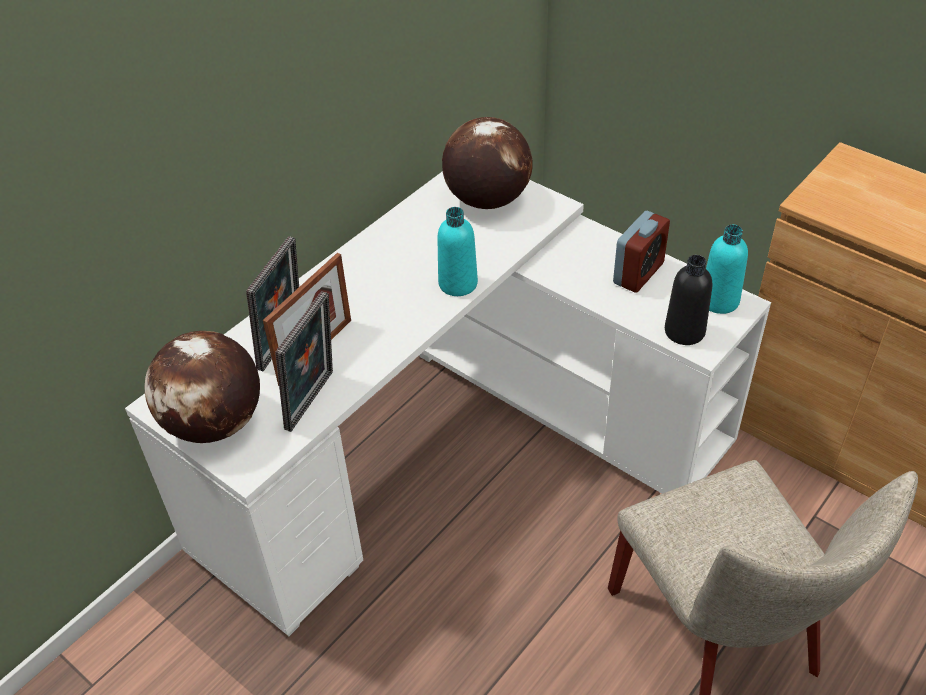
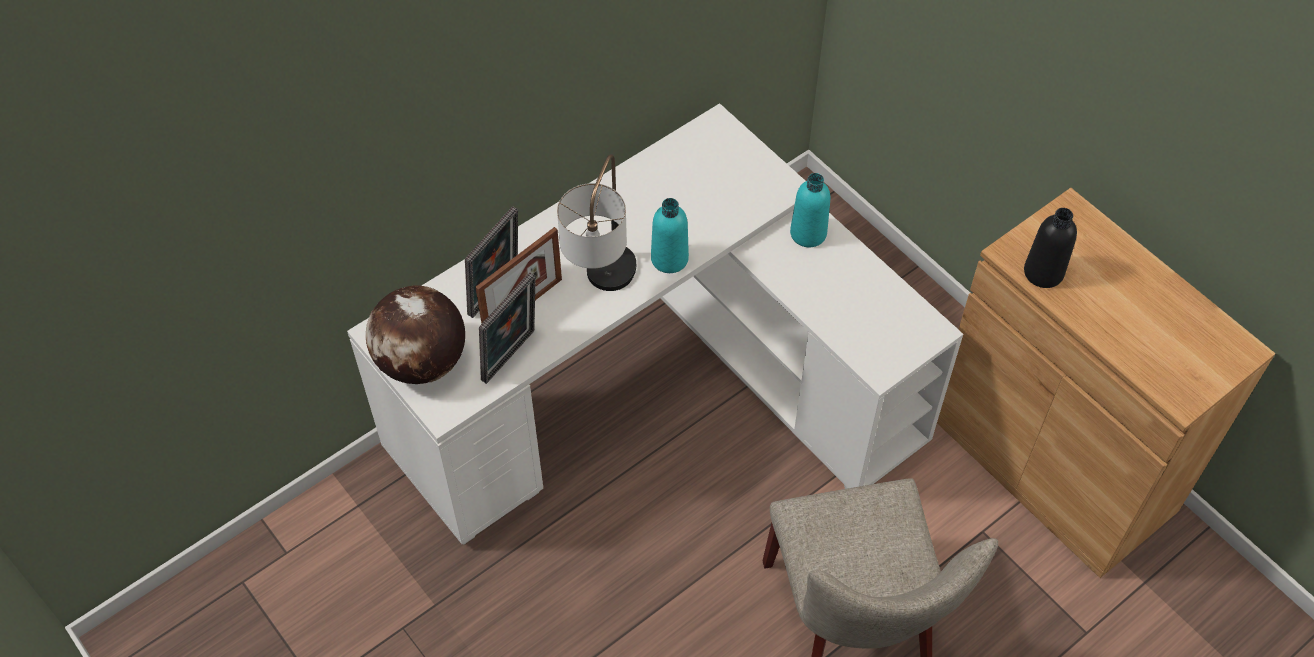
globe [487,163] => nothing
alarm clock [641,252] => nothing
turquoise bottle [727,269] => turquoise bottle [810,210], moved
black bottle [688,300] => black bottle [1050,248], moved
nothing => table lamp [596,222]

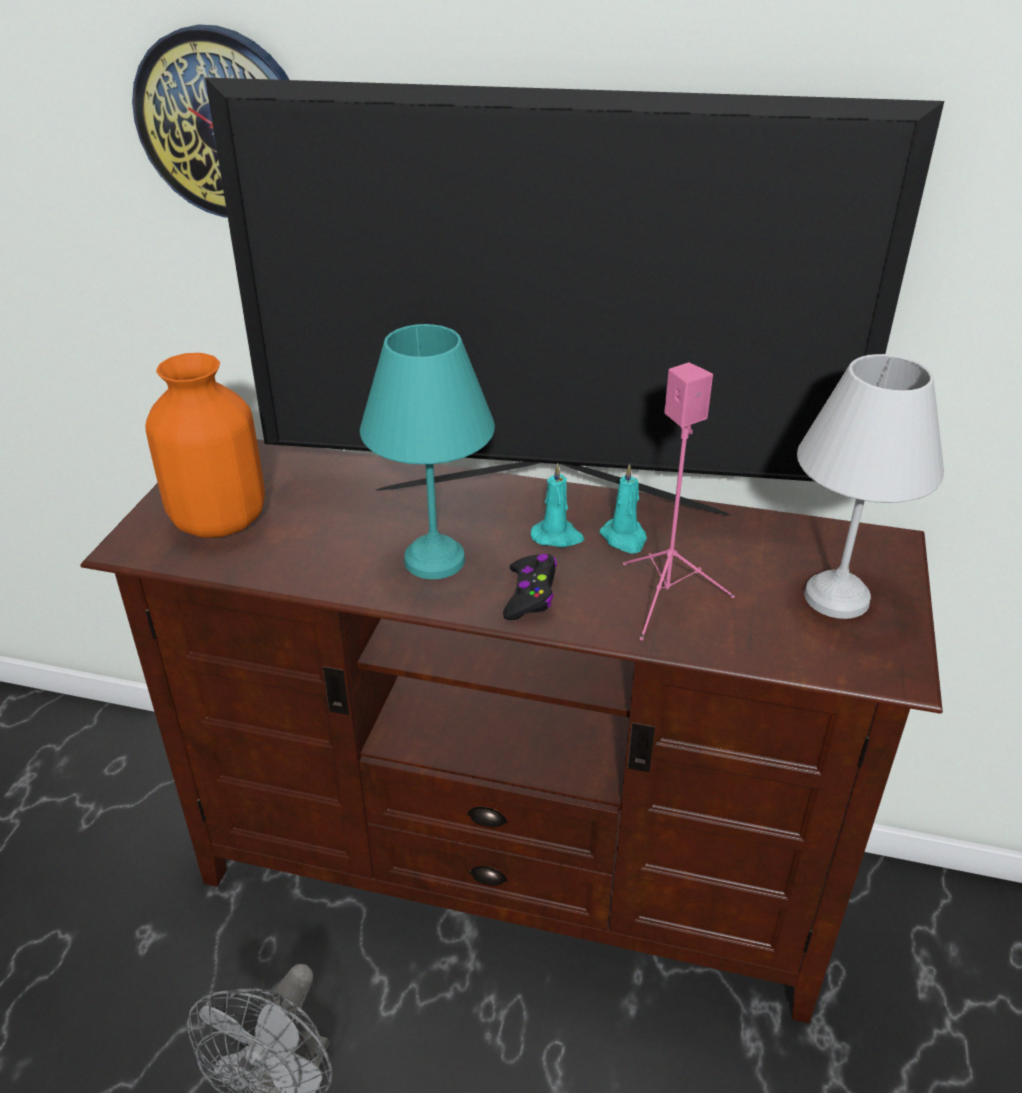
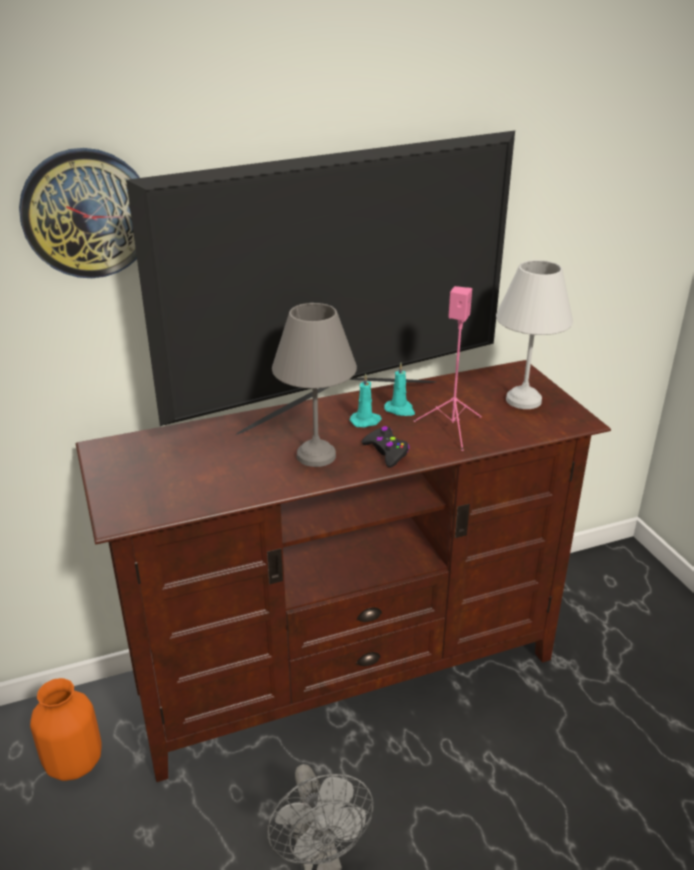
turquoise table lamp [427,451] => grey table lamp [314,385]
orange vase [205,445] => orange vase [66,729], moved

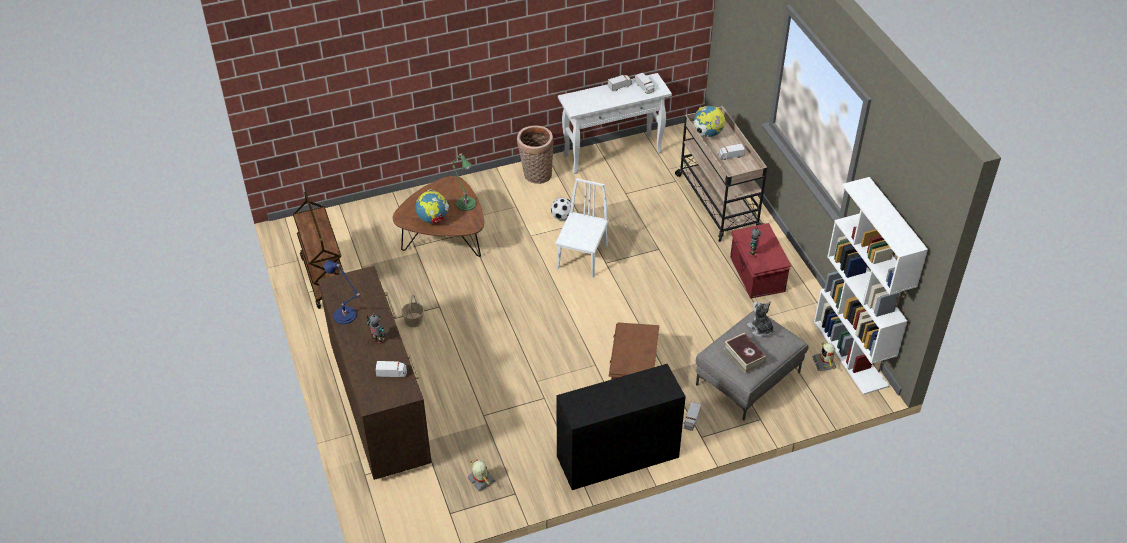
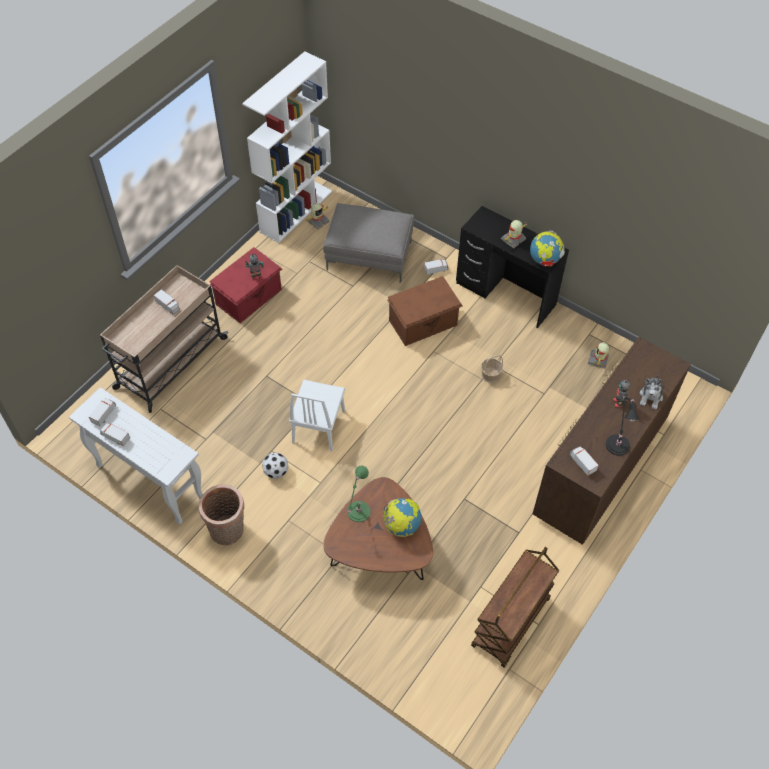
globe [709,121] => globe [547,249], moved
white chair [582,227] => white chair [317,415], 60 degrees counterclockwise
blue table lamp [342,292] => black table lamp [622,426]
basket [412,311] => basket [492,369], moved
plush toy [761,319] => plush toy [651,392], moved
book [745,353] => nothing
toy truck [391,369] => toy truck [584,461], moved
nothing => toy robot [514,234]

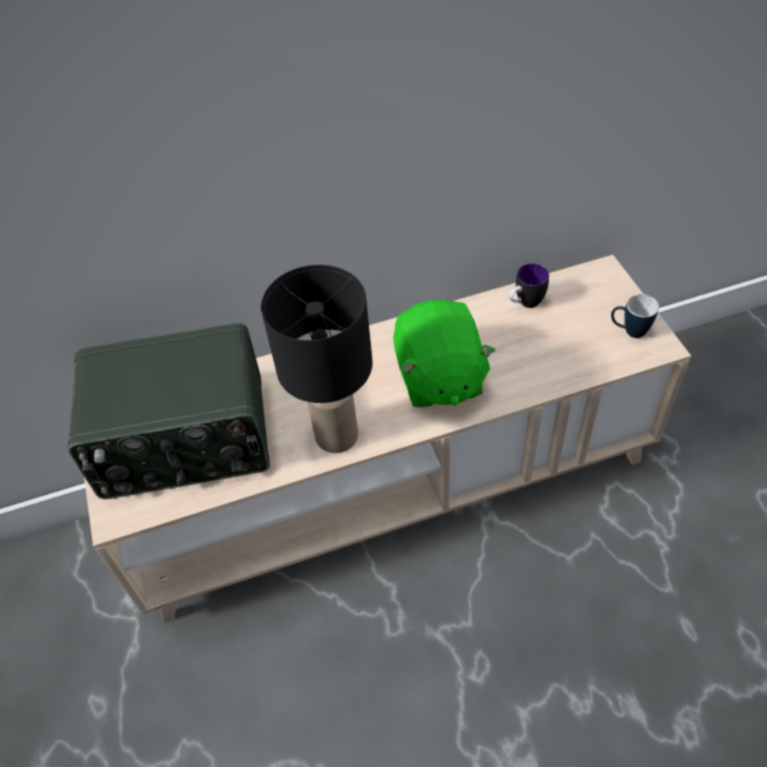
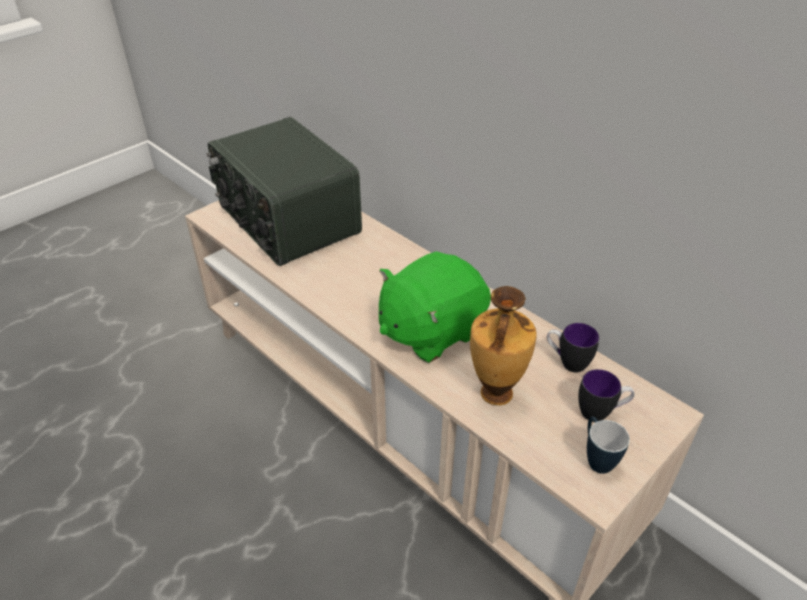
black table lamp [317,359] => nothing
nothing => vase [503,345]
nothing => mug [606,395]

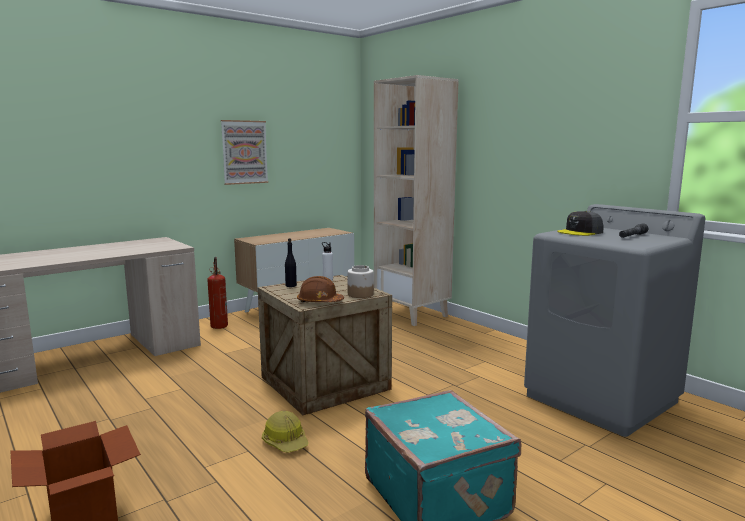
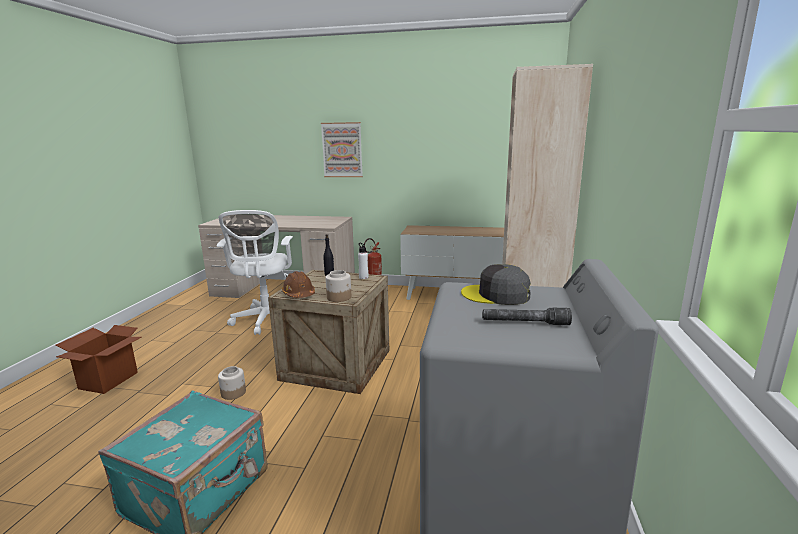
picture [244,152] => picture [342,149], moved
hard hat [285,431] => jar [232,383]
nothing => white office chair [255,272]

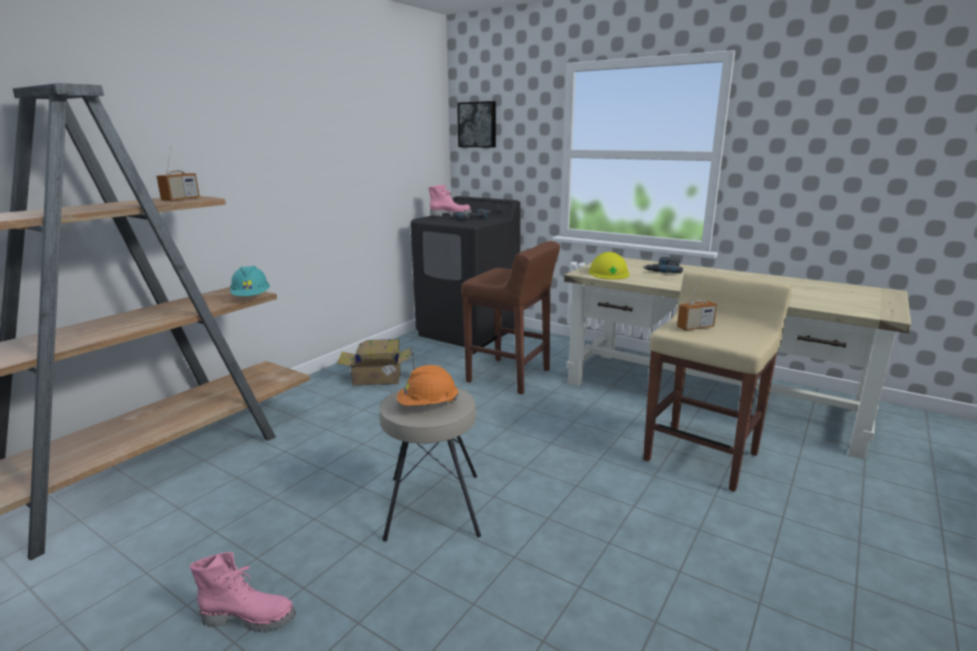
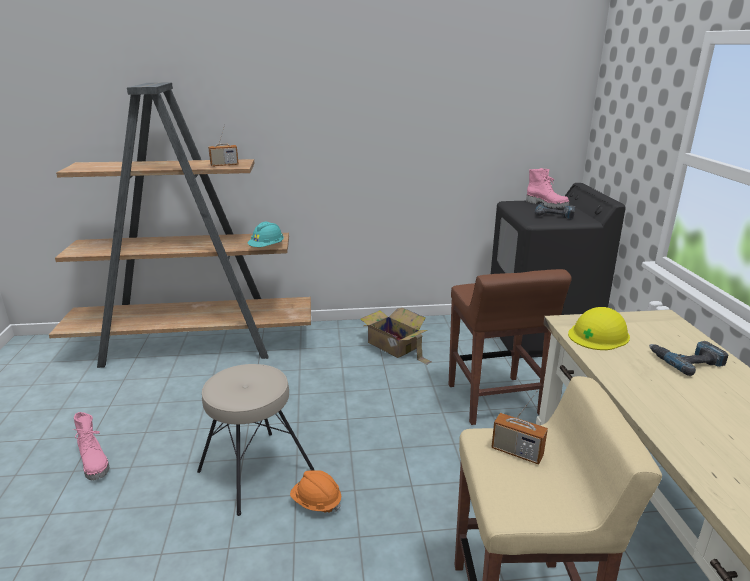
picture [476,124] => nothing
orange hard hat [428,385] => orange hard hat [315,491], moved

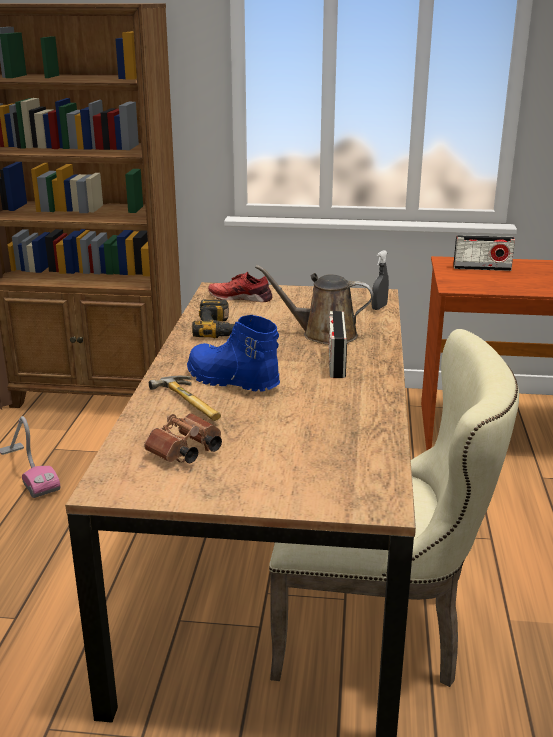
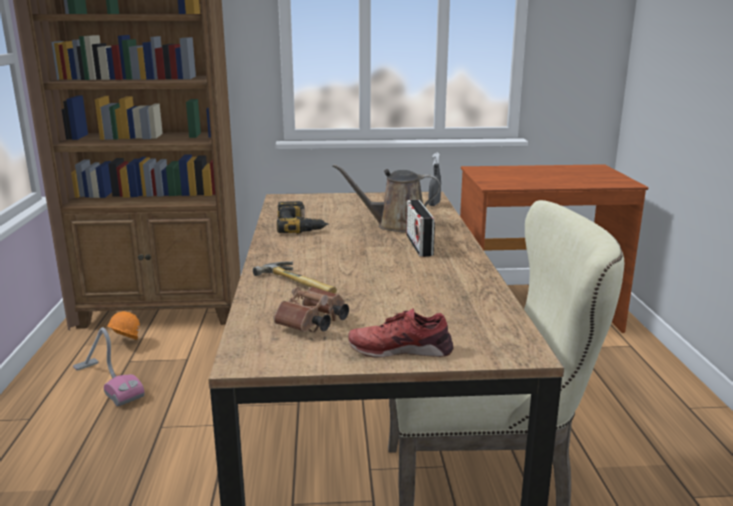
radio [484,253] => nothing
red shoe [240,287] => red shoe [400,333], moved
blue boot [233,353] => nothing
nothing => orange hard hat [123,325]

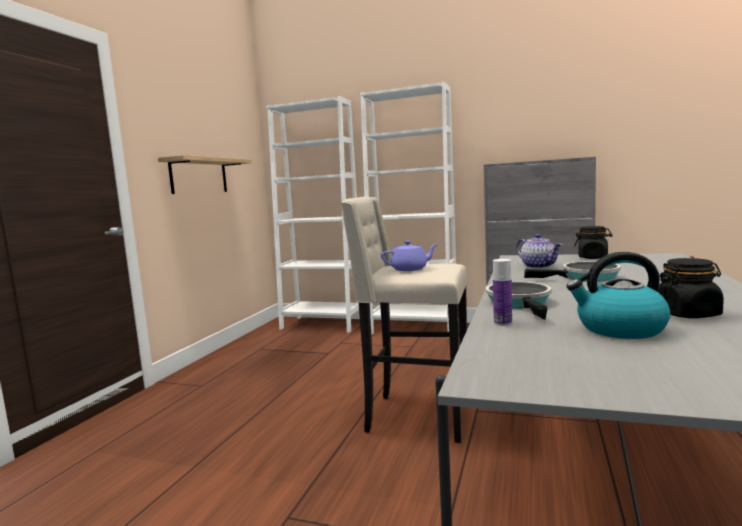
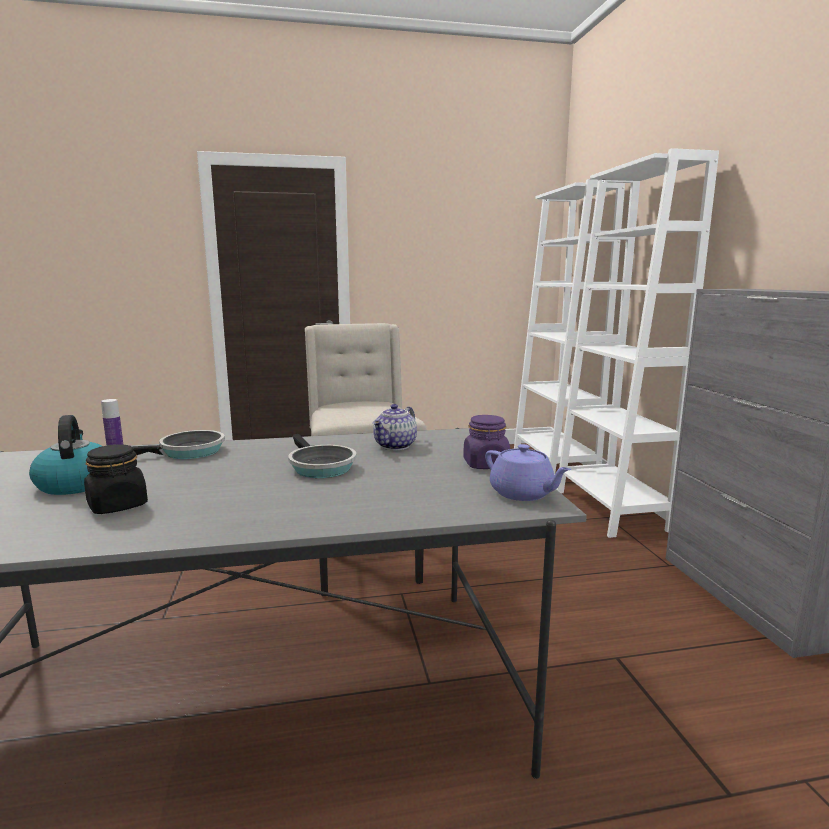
shelf [205,174] => nothing
black jar [593,242] => purple jar [486,442]
purple teapot [409,256] => purple teapot [528,472], moved

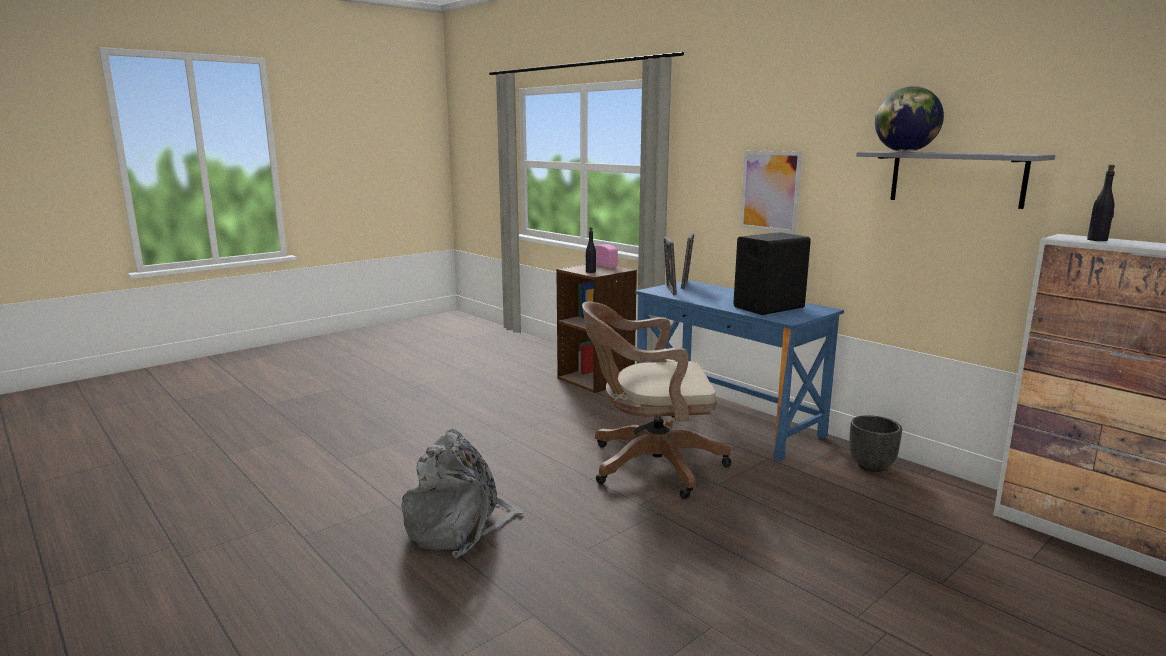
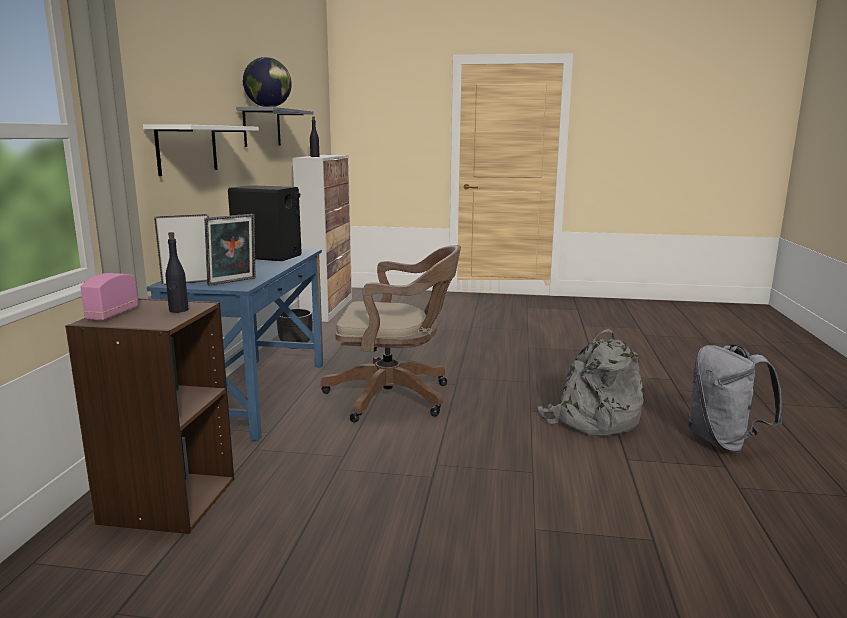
picture [771,192] => white shelf [201,150]
brown office chair [657,400] => brown office chair [391,333], 45 degrees counterclockwise
nothing => grey backpack [735,399]

